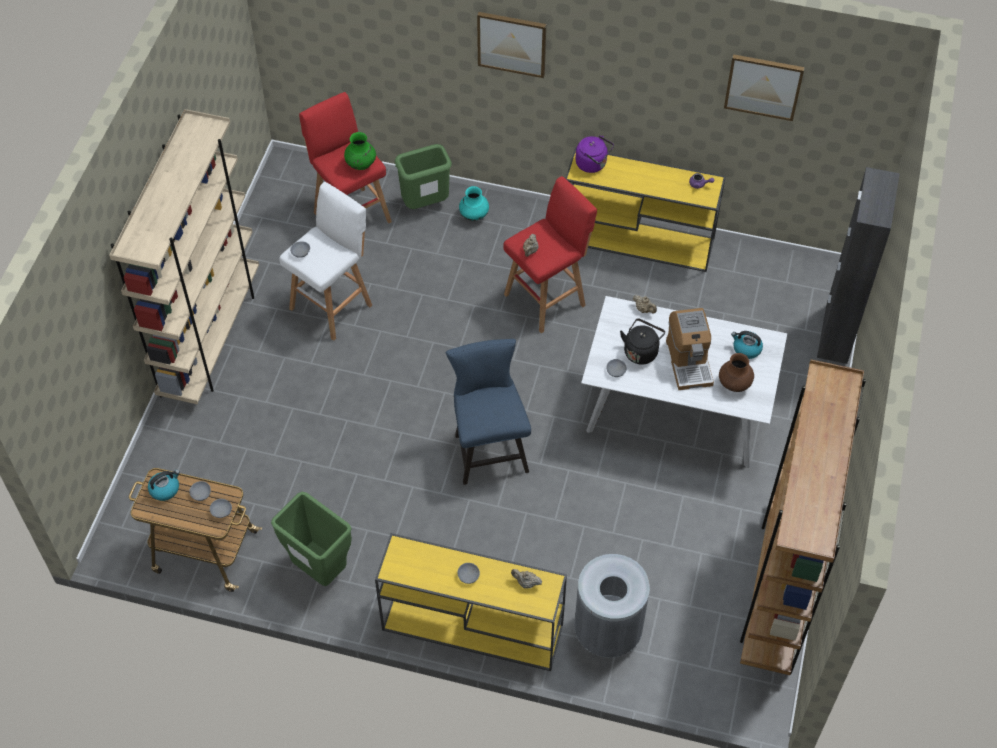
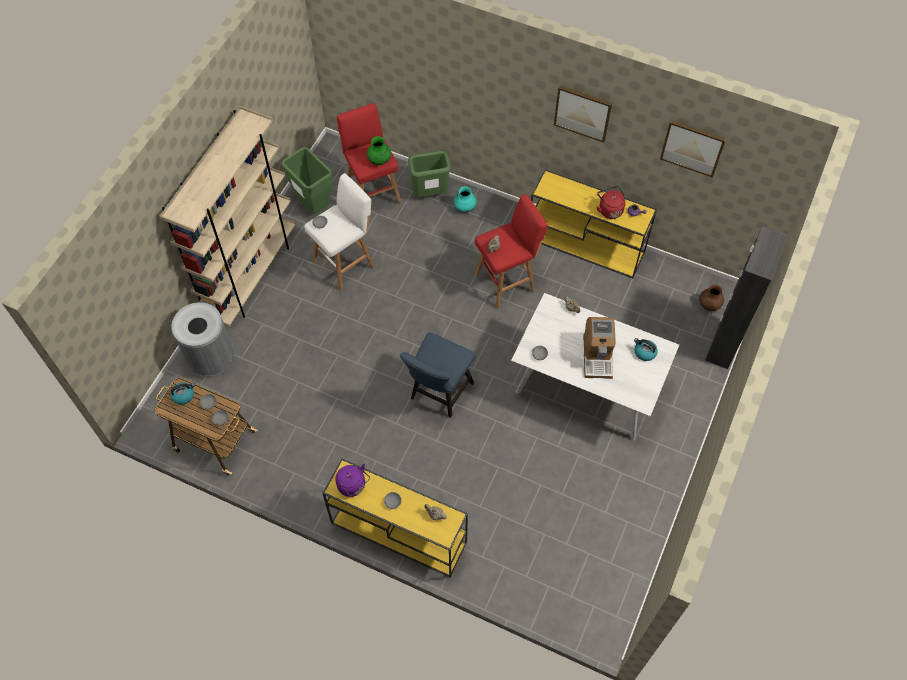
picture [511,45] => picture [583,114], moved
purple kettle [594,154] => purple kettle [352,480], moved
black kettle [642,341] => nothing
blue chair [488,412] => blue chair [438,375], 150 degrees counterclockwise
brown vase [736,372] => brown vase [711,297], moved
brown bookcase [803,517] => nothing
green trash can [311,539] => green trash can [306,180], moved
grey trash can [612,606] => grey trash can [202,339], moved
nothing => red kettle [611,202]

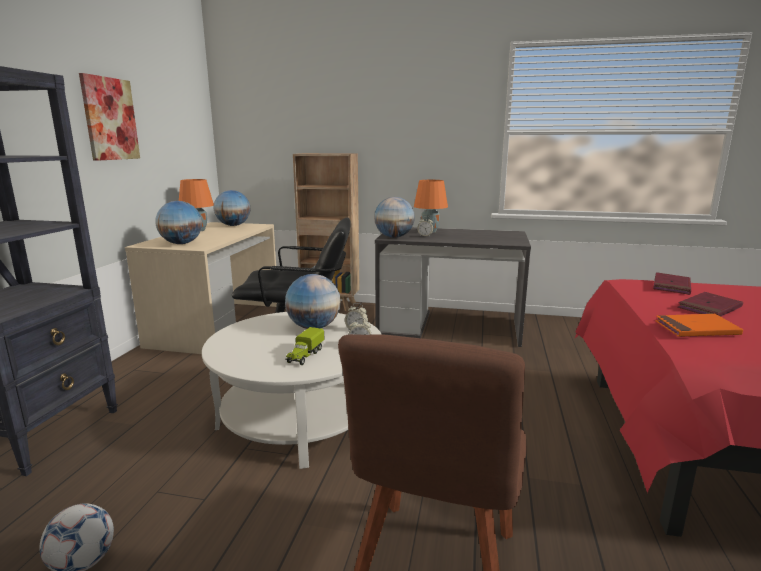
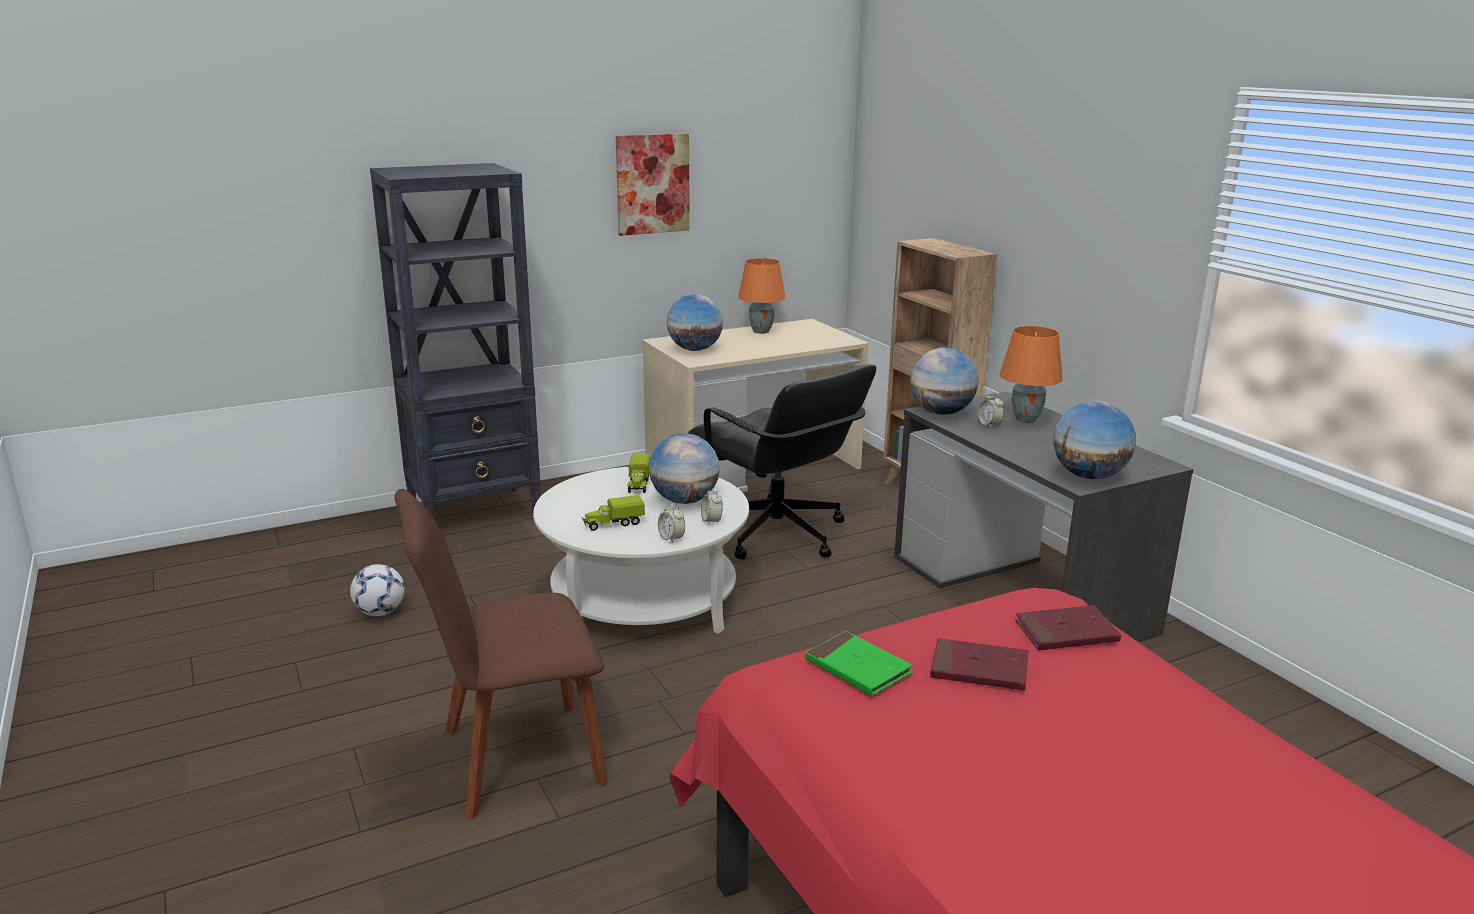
globe [232,208] => globe [1094,440], moved
orange book [699,325] => green book [859,663]
nothing => toy truck [638,473]

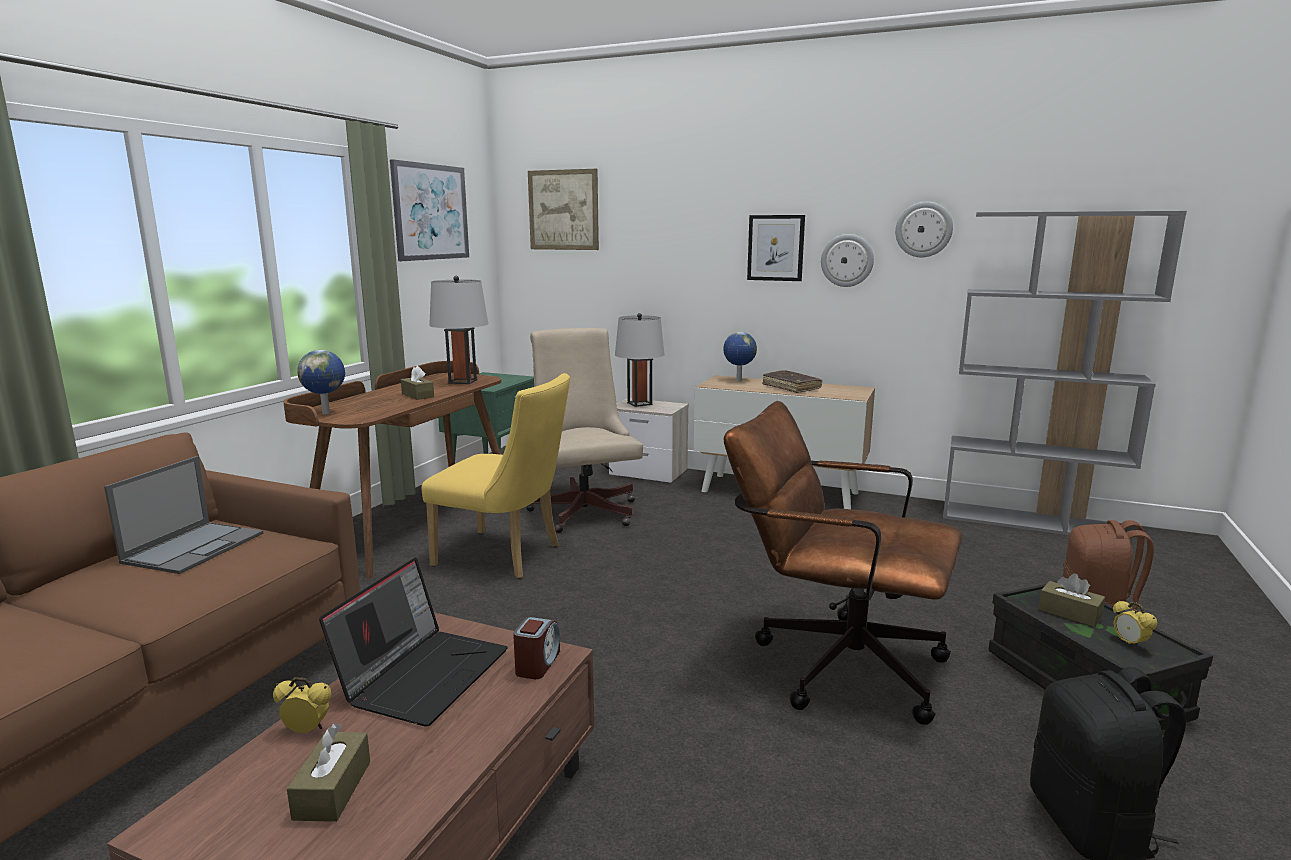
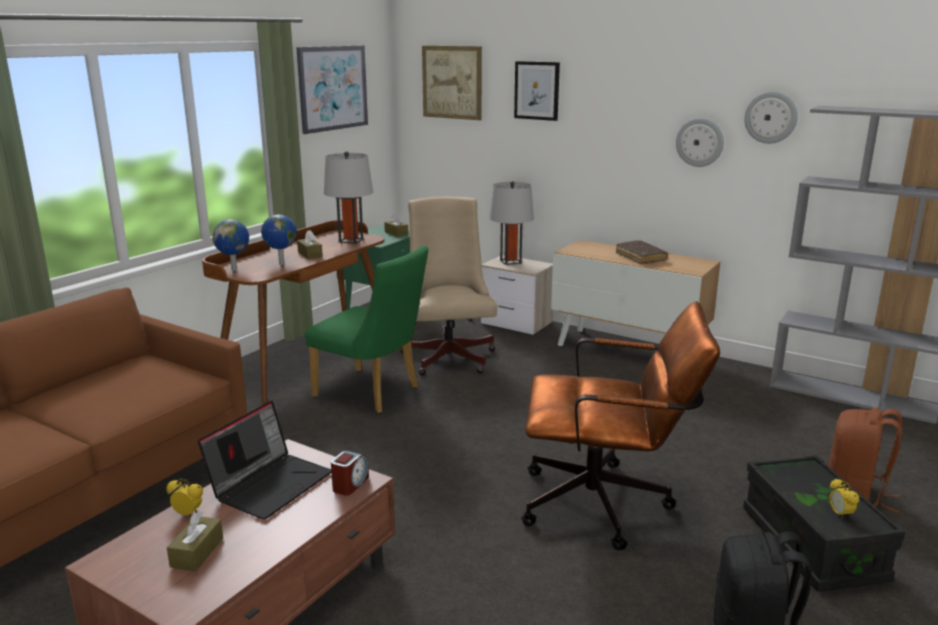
picture [776,248] => picture [537,91], moved
globe [740,356] => globe [279,239], moved
yellow chair [495,476] => green chair [366,329]
brown office chair [843,563] => brown office chair [620,425], 150 degrees clockwise
laptop [183,515] => nothing
brown tissue box [1071,600] => brown tissue box [396,225], moved

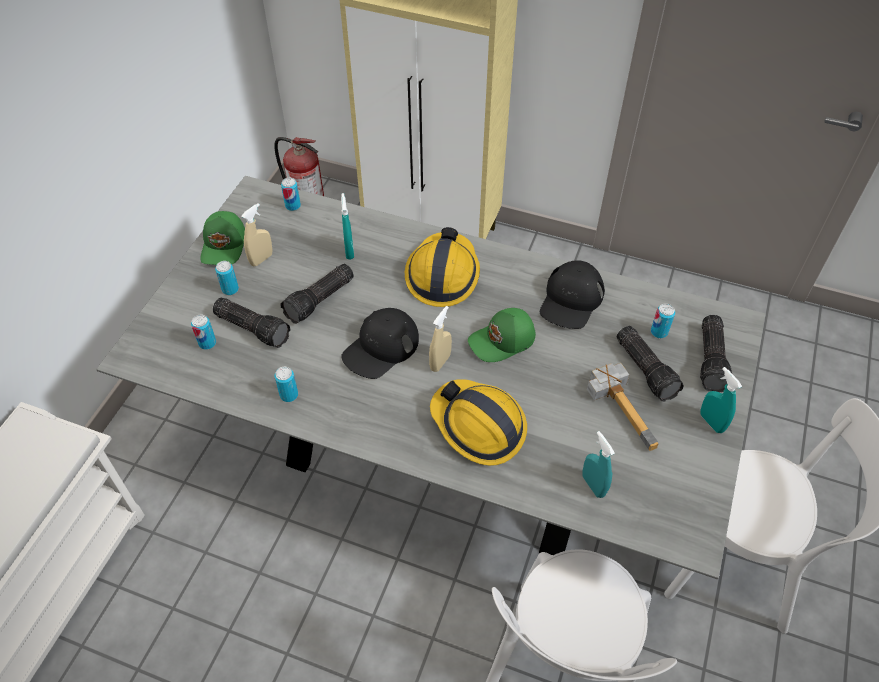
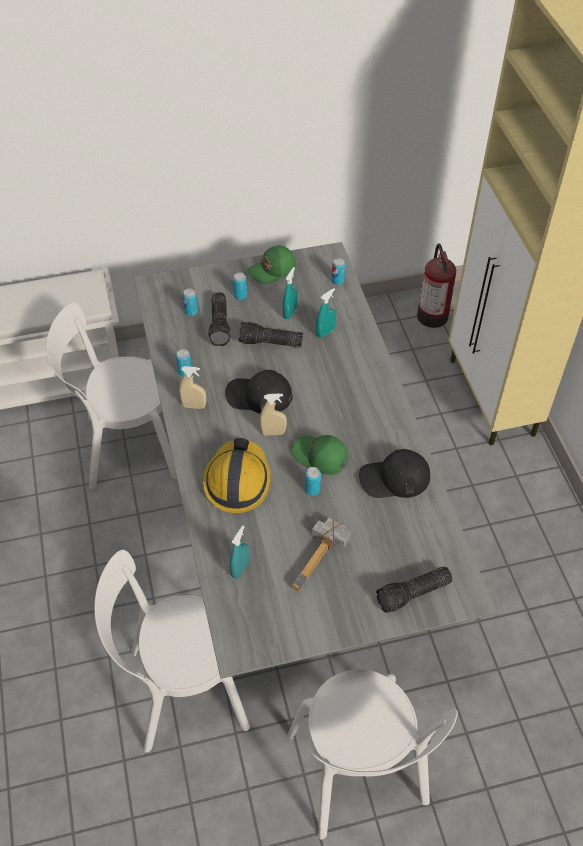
beige spray bottle [256,234] => beige spray bottle [192,387], moved
hard hat [442,267] => nothing
can [663,320] => can [313,481], moved
flashlight [650,364] => nothing
turquoise spray bottle [721,400] => turquoise spray bottle [290,293], moved
nothing => white chair [111,396]

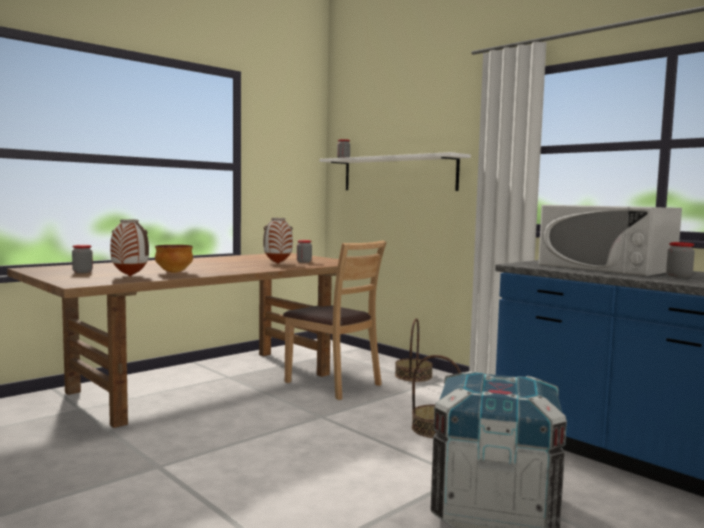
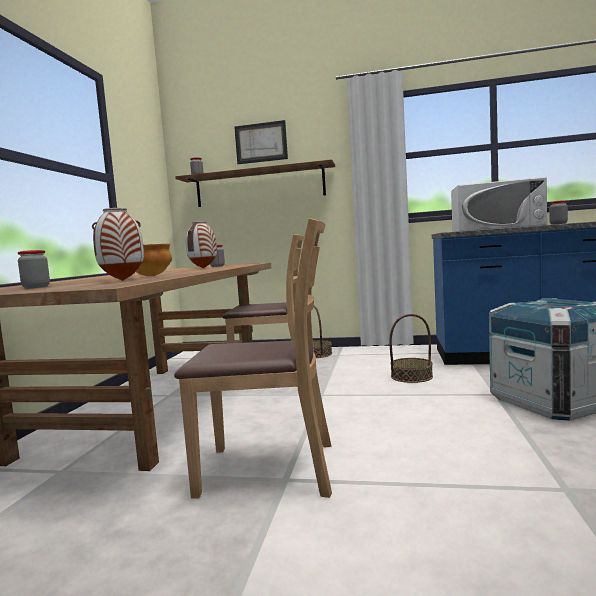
white shelf [395,171] => brown shelf [255,183]
nothing => picture [261,142]
nothing => brown chair [253,358]

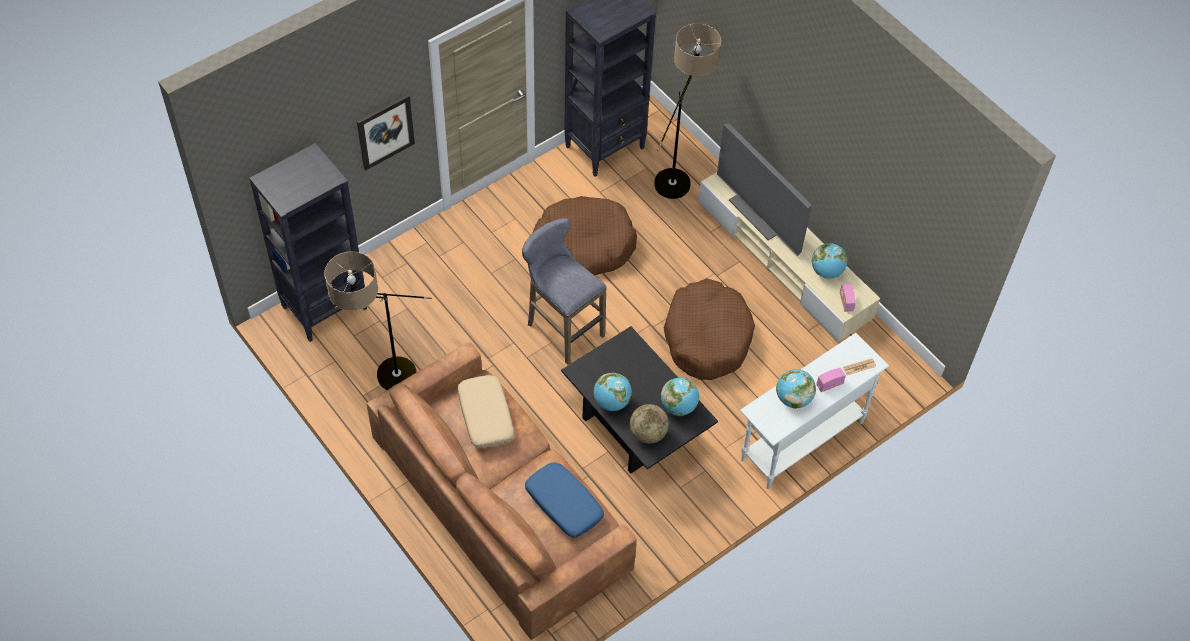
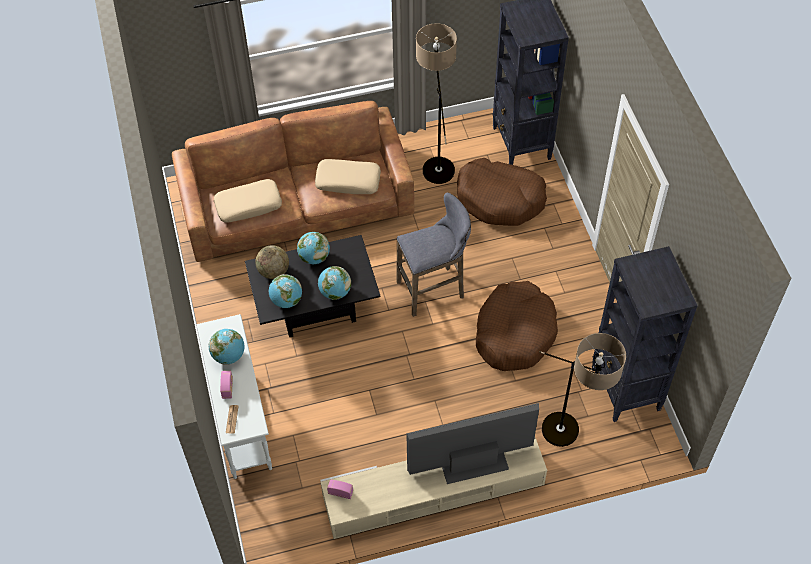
picture [386,132] => nothing
globe [830,261] => globe [334,283], moved
brown dog bed [709,329] => brown dog bed [502,192], moved
blue pillow [564,500] => beige pillow [248,201]

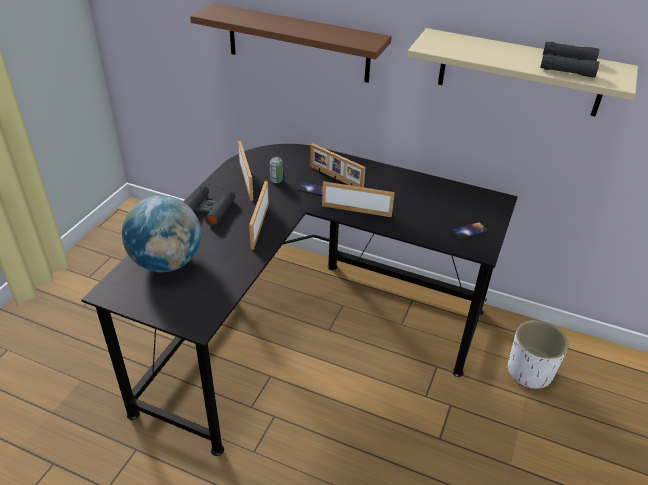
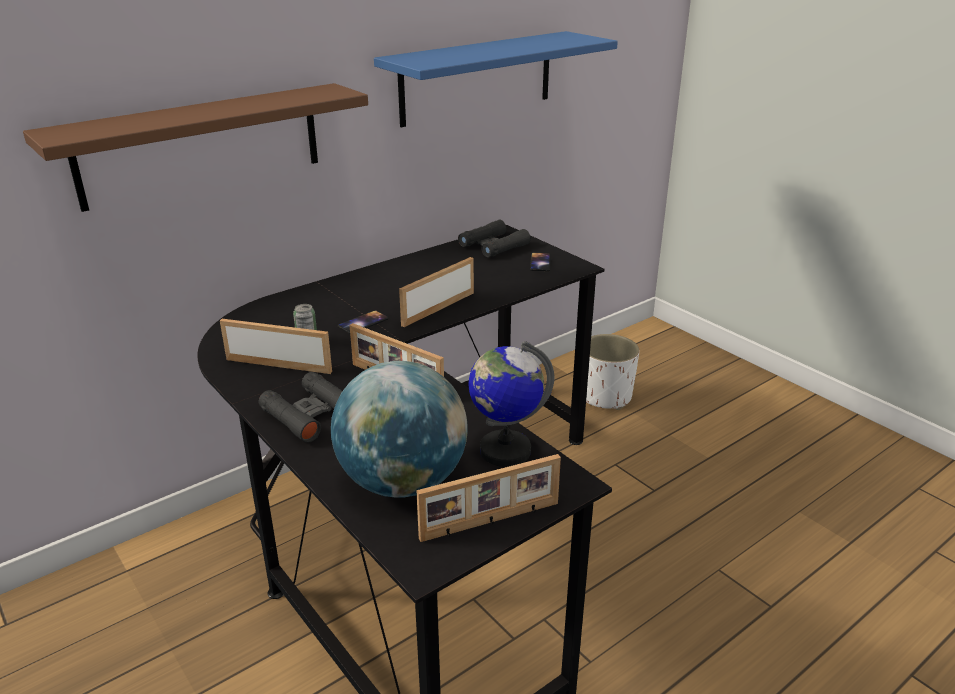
beige shelf [522,72] => blue shelf [496,79]
black binoculars [570,60] => black binoculars [494,238], moved
picture frame [337,165] => picture frame [488,498], moved
nothing => globe [511,404]

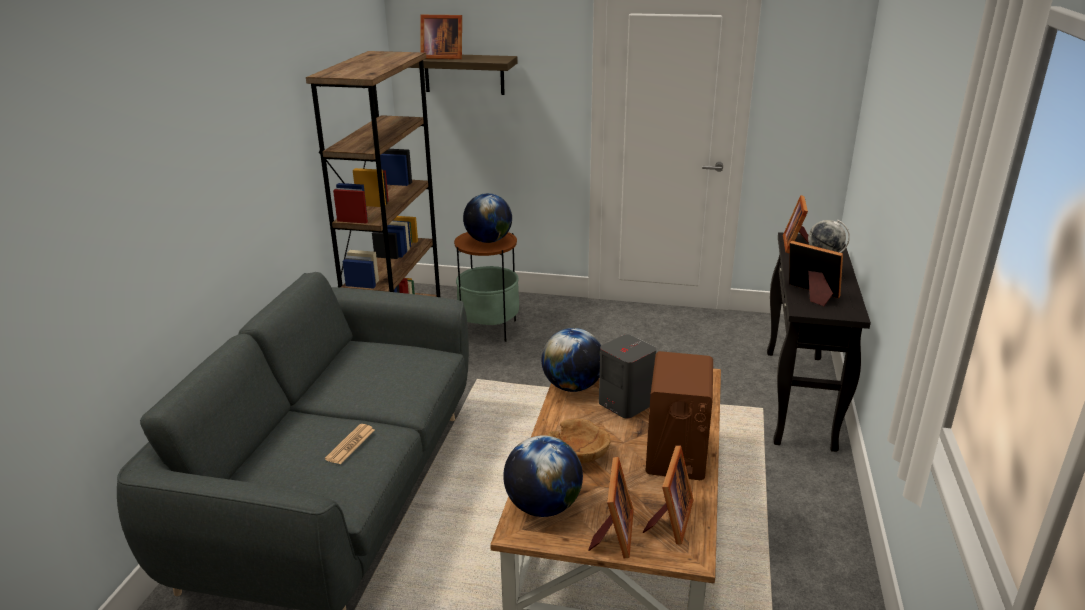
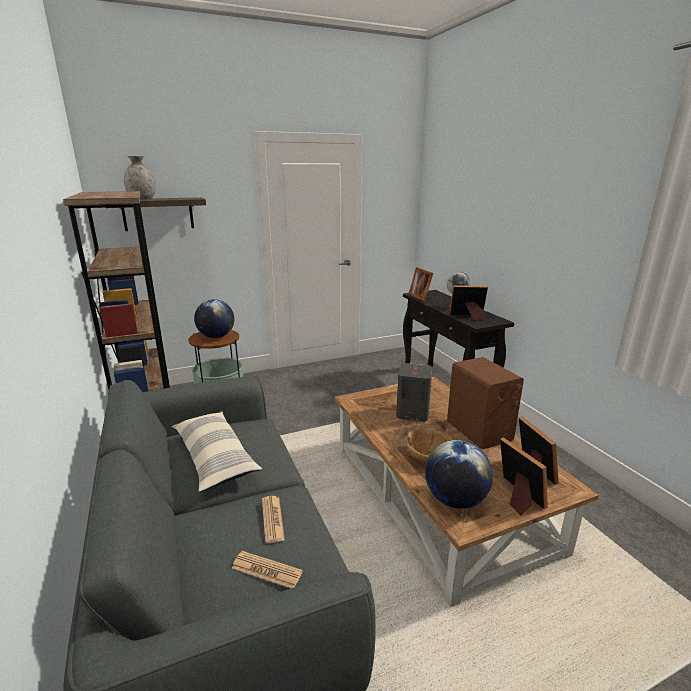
picture frame [441,37] => grey vase [140,178]
globe [571,360] => nothing
nothing => pillow [217,451]
nothing => newspaper [267,569]

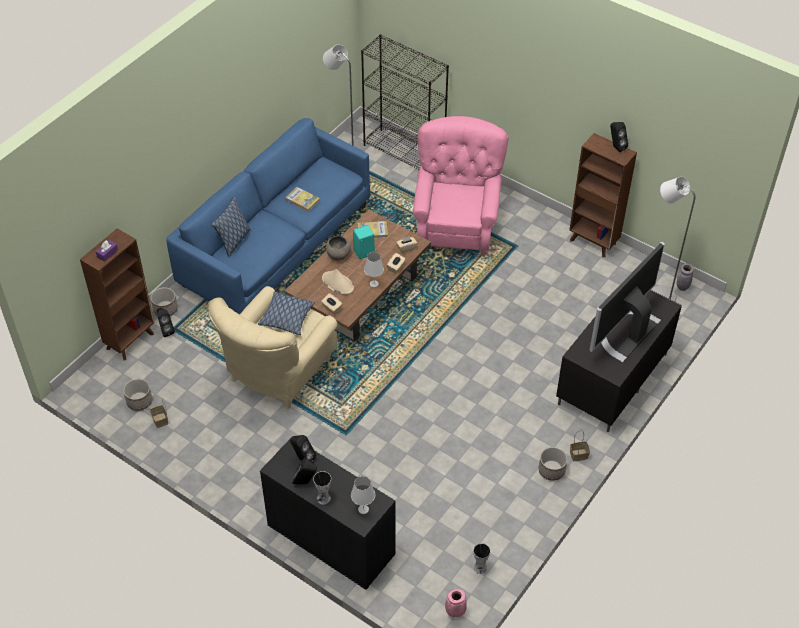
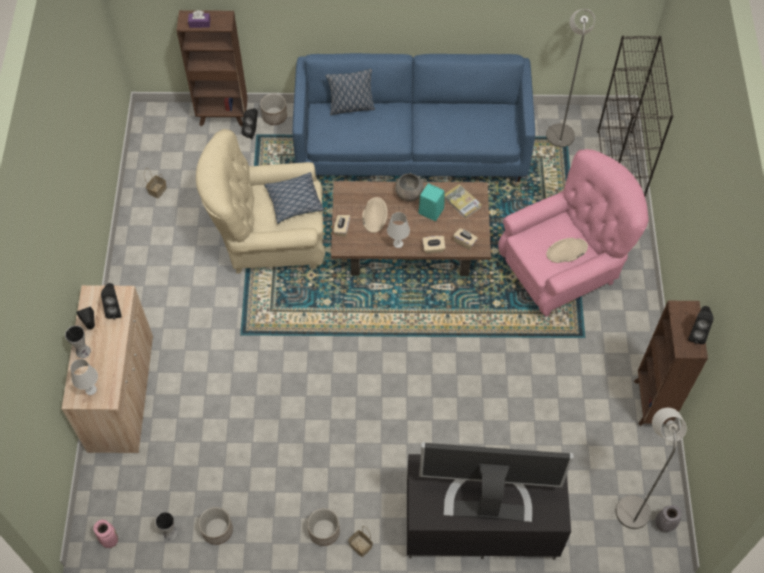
book [302,199] => nothing
planter [137,395] => planter [216,526], moved
black cabinet [327,514] => beige cabinet [107,369]
nothing => beige hat [567,250]

